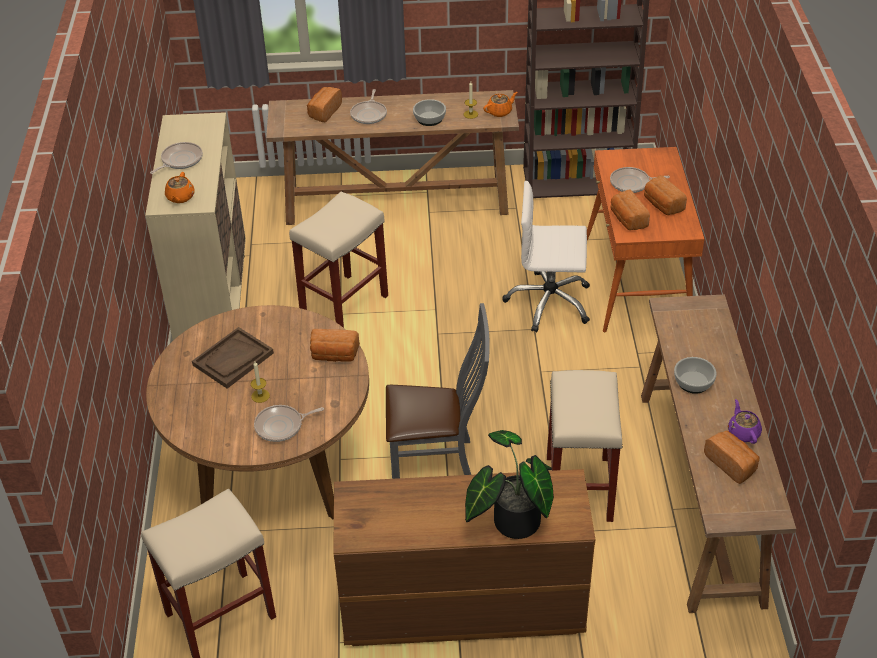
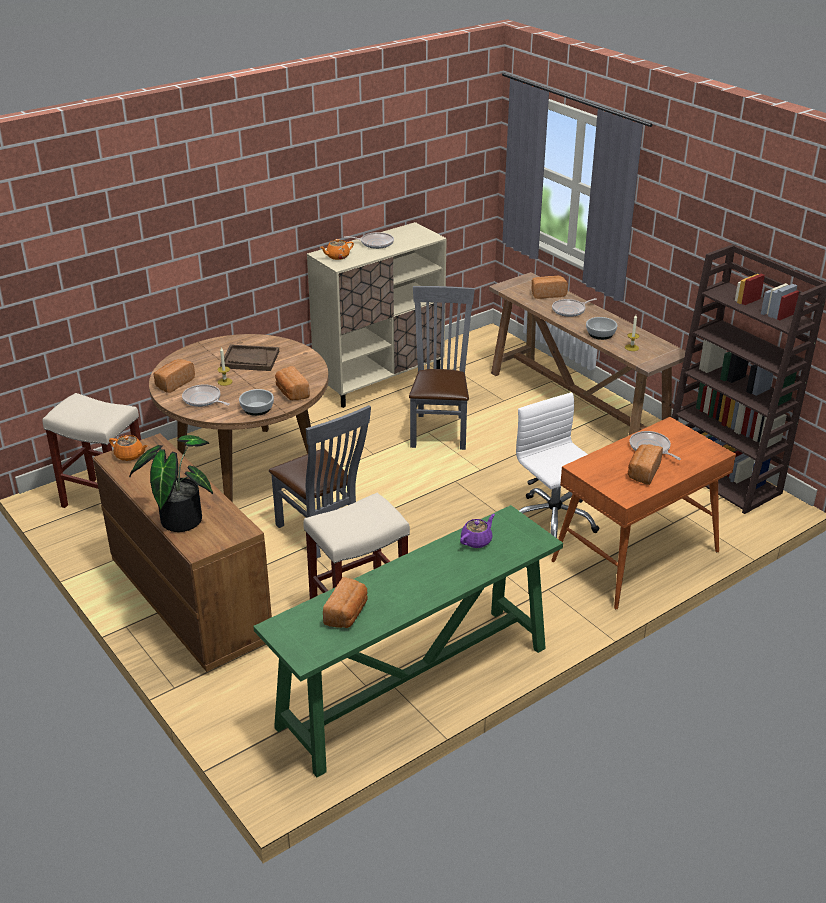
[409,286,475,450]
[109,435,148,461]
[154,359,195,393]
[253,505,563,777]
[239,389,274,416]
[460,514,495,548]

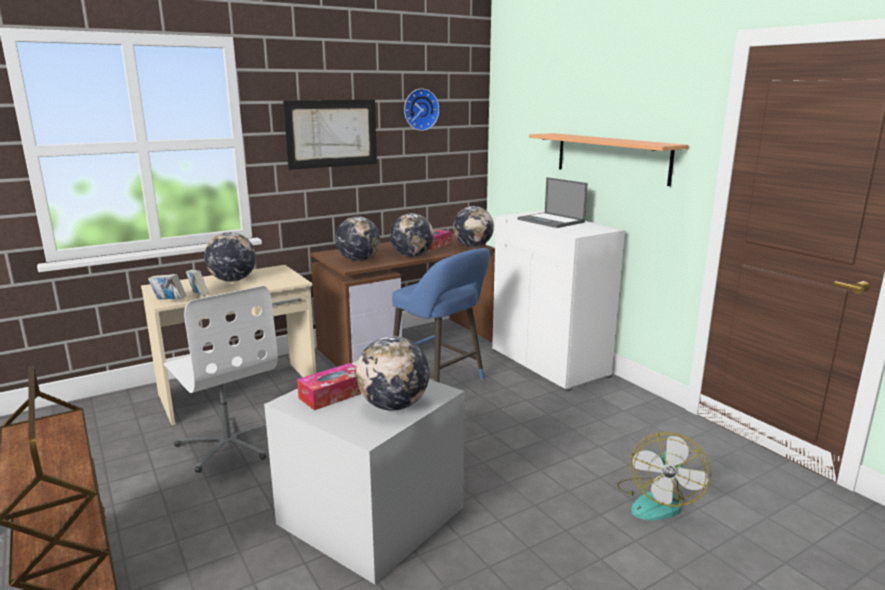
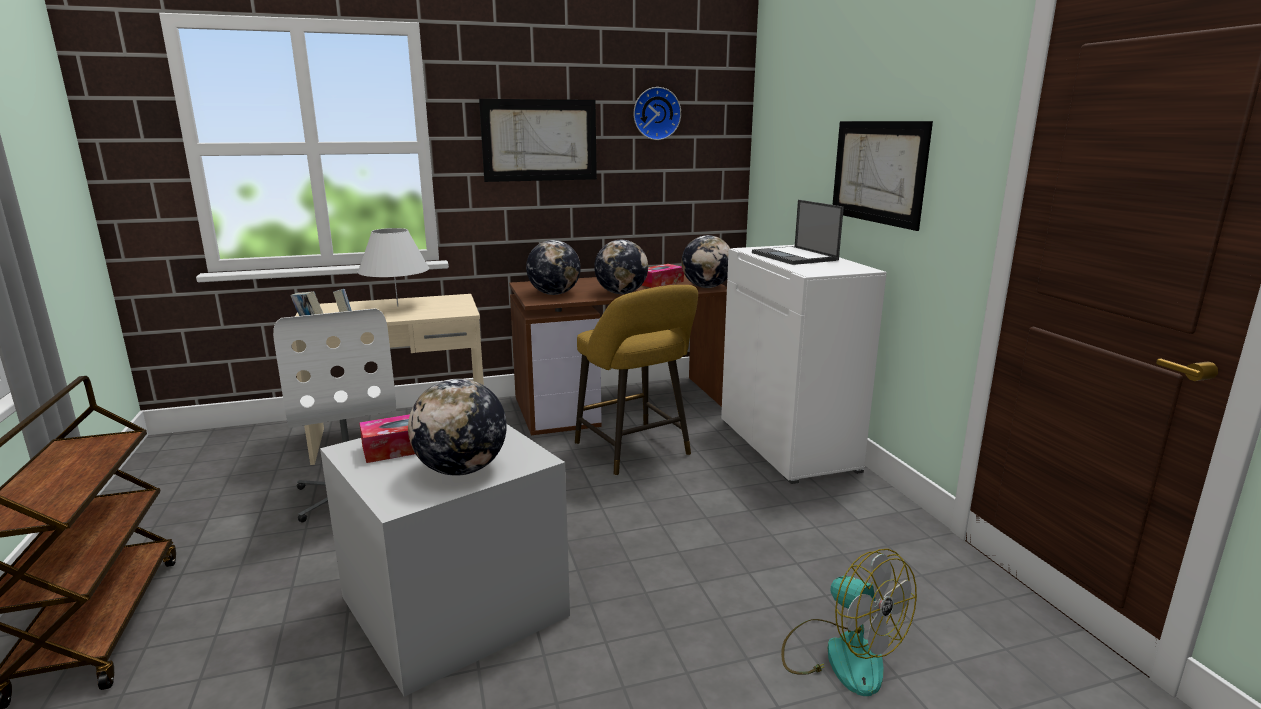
[358,228,429,307]
[575,285,698,476]
[833,121,933,231]
[781,549,917,696]

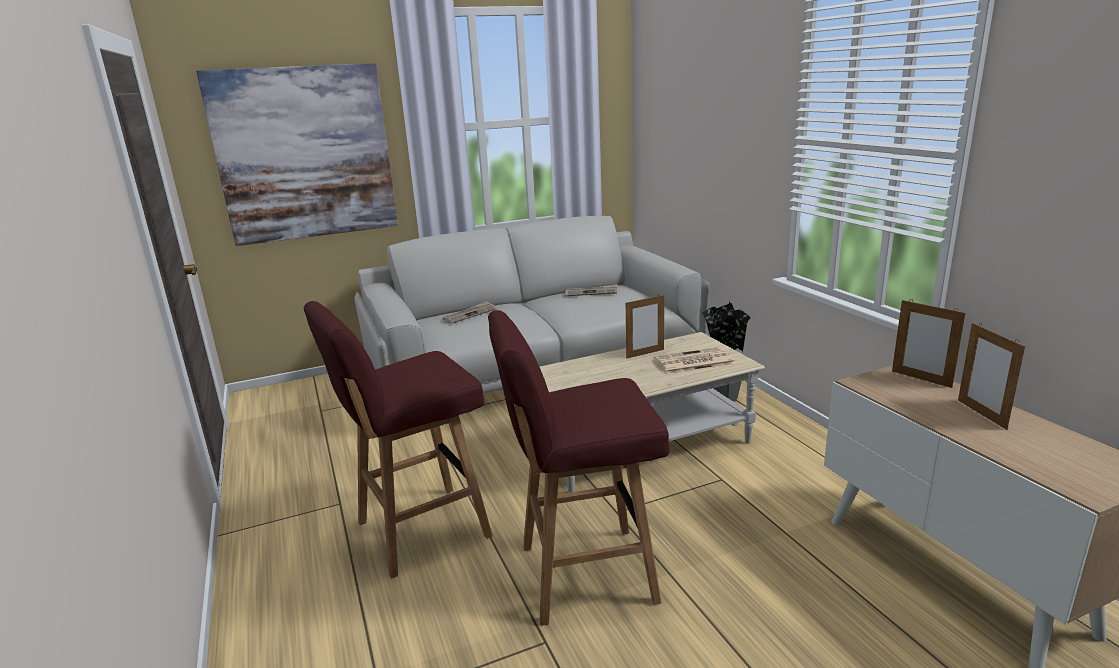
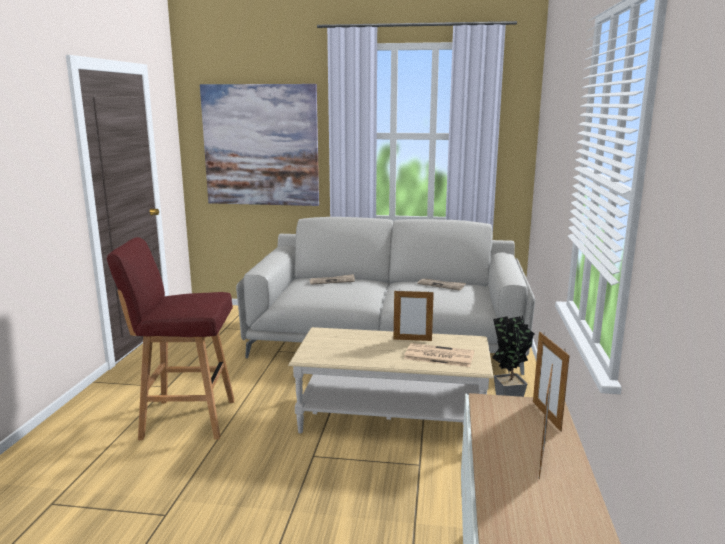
[488,310,670,626] (first image)

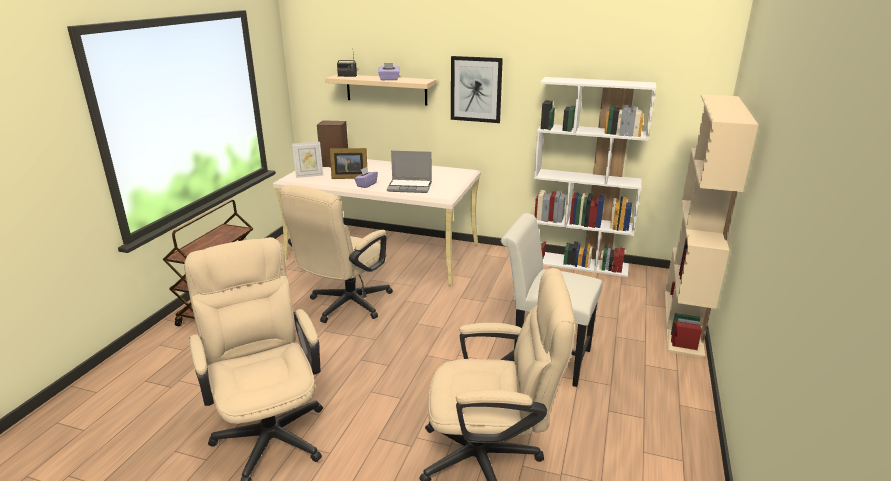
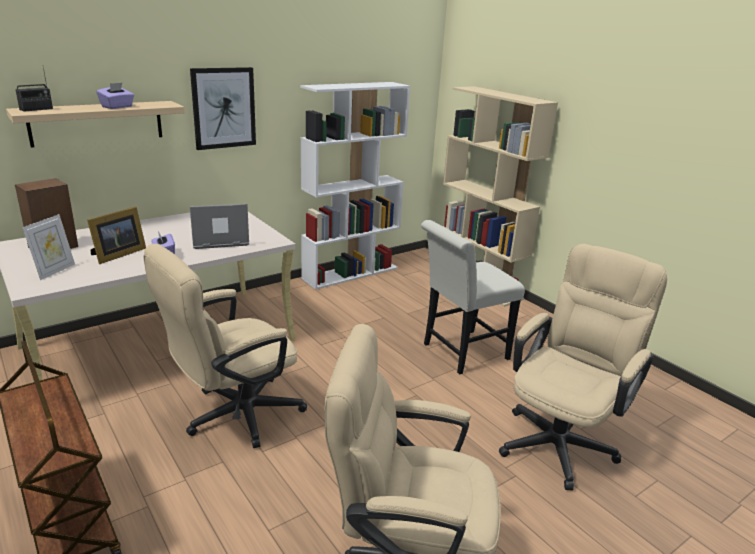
[144,244,307,448]
[190,204,249,249]

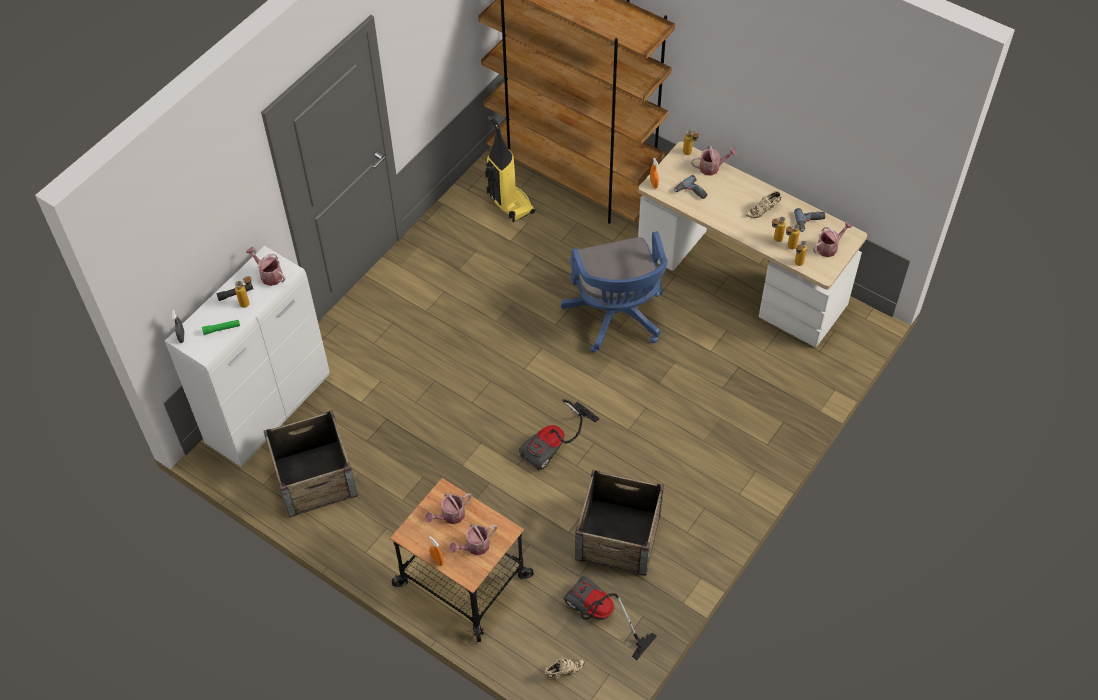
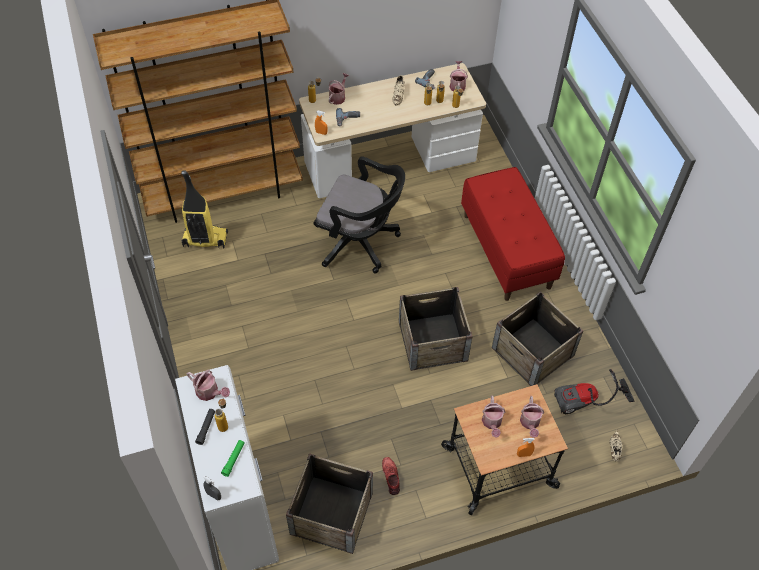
[187,370,230,401]
[399,287,473,371]
[314,156,405,273]
[382,457,400,495]
[461,167,565,301]

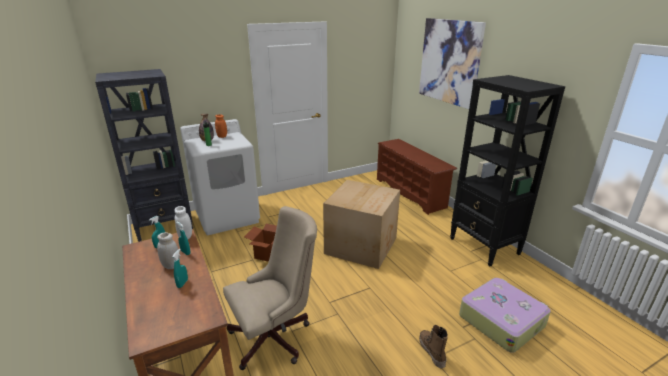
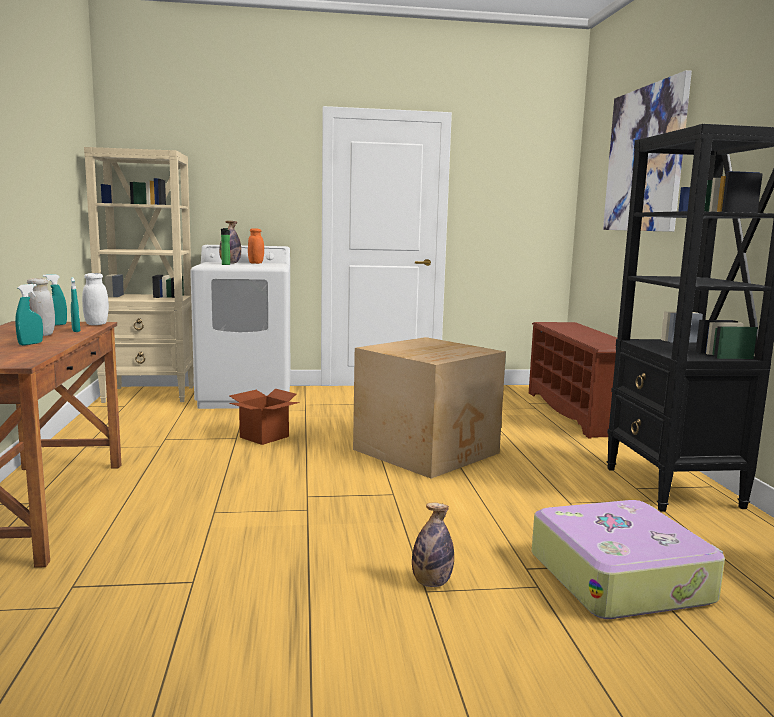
[84,147,194,403]
[223,206,317,370] (first image)
[412,502,454,587]

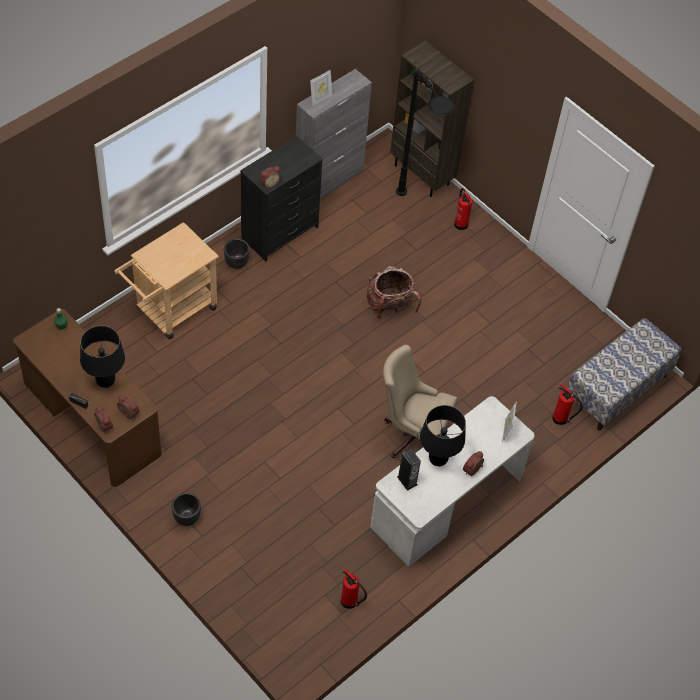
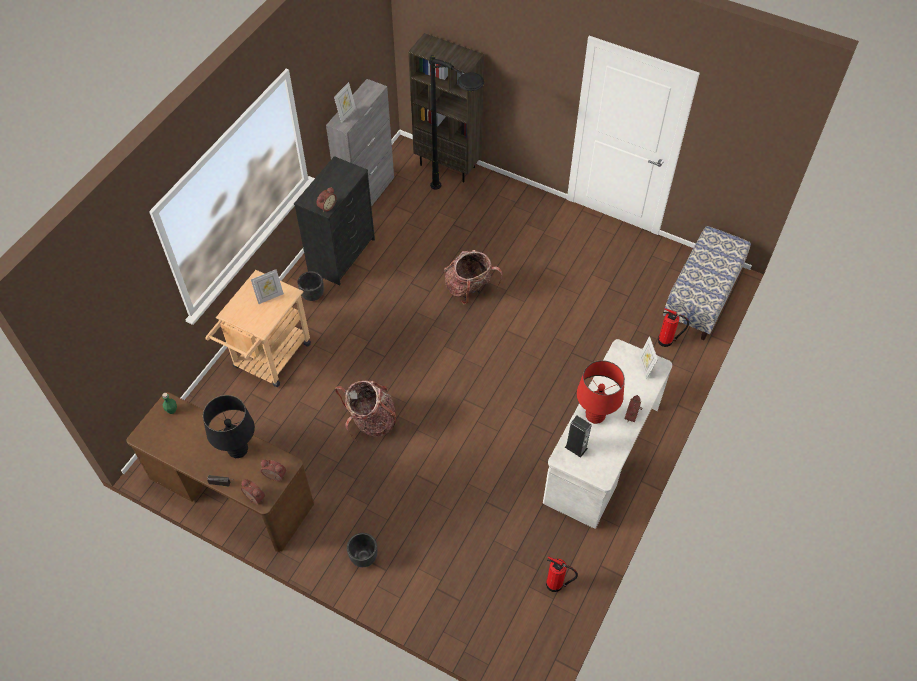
[383,345,457,458] (first image)
[577,360,625,424]
[454,188,472,230] (first image)
[251,269,284,304]
[335,380,396,442]

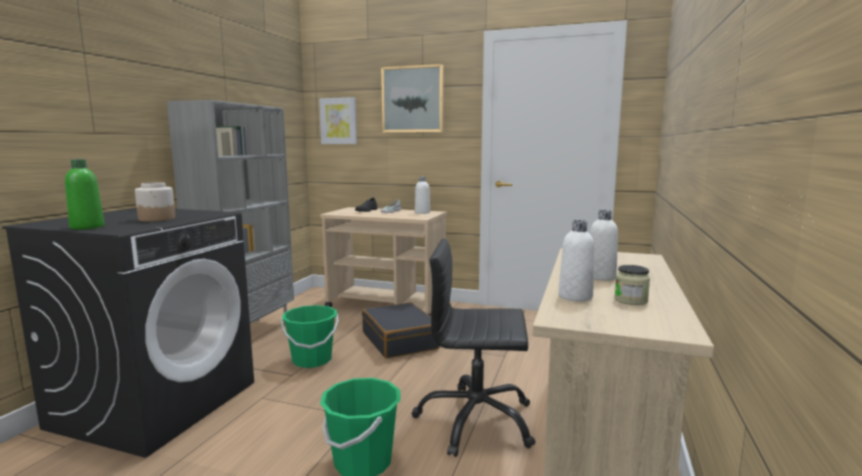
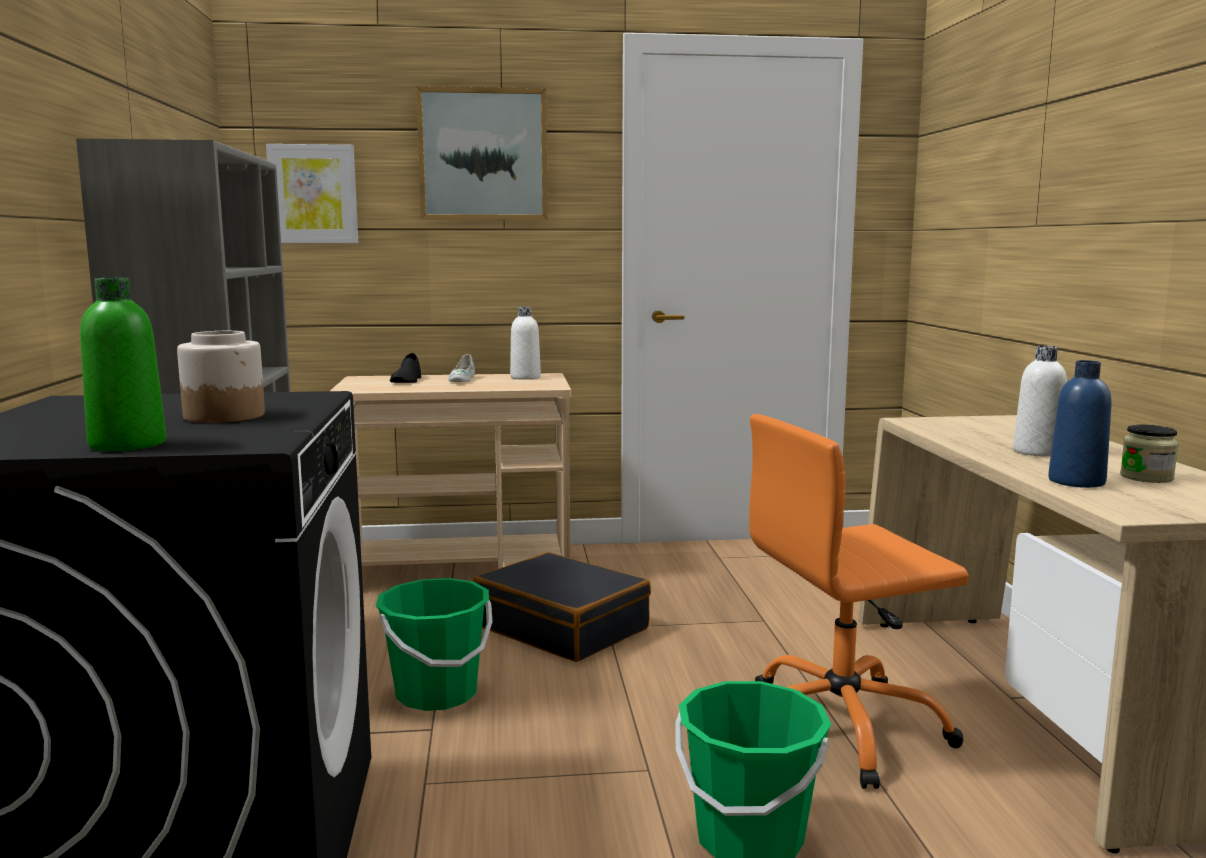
[749,414,969,789]
[1048,360,1111,488]

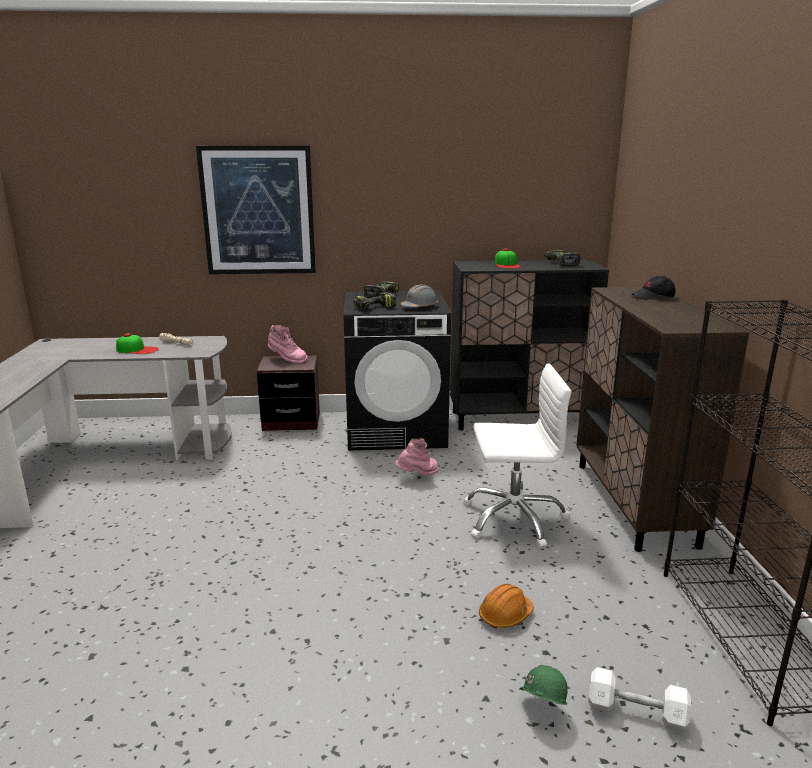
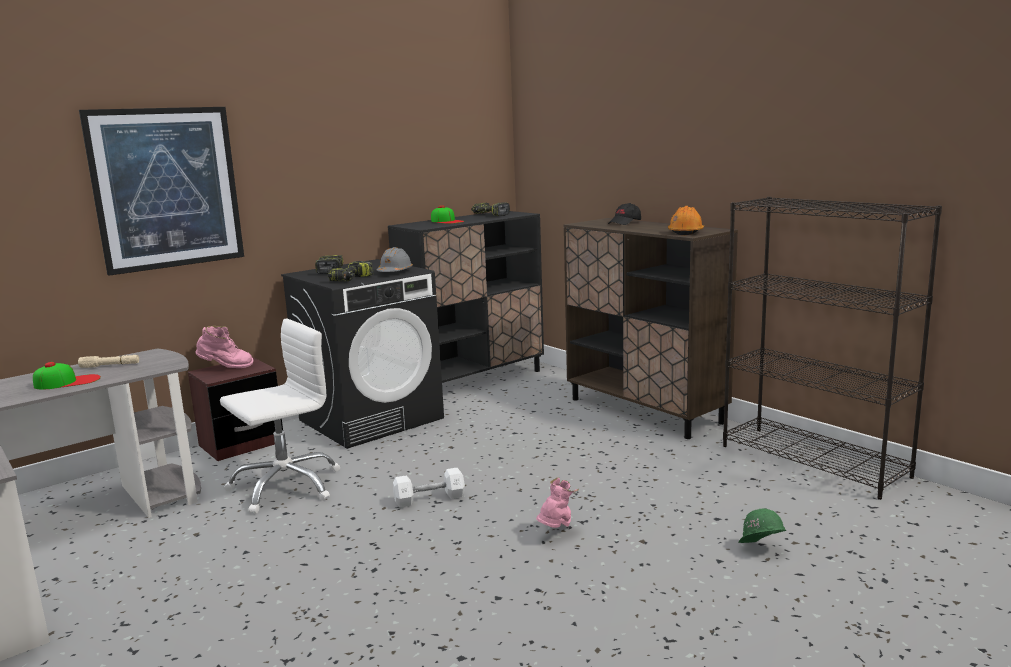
[536,477,579,528]
[220,318,340,514]
[668,206,704,235]
[393,468,465,507]

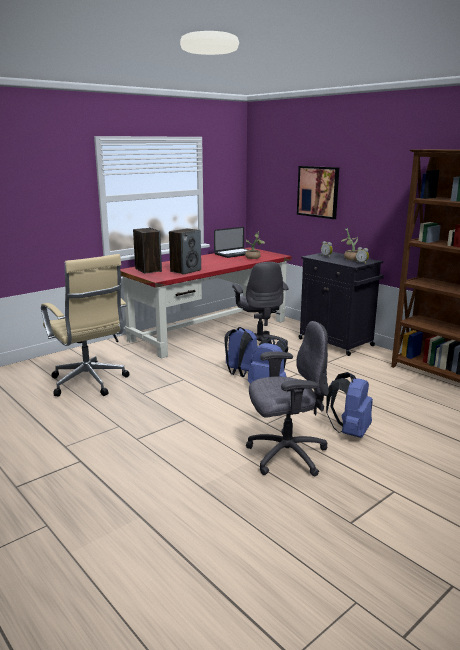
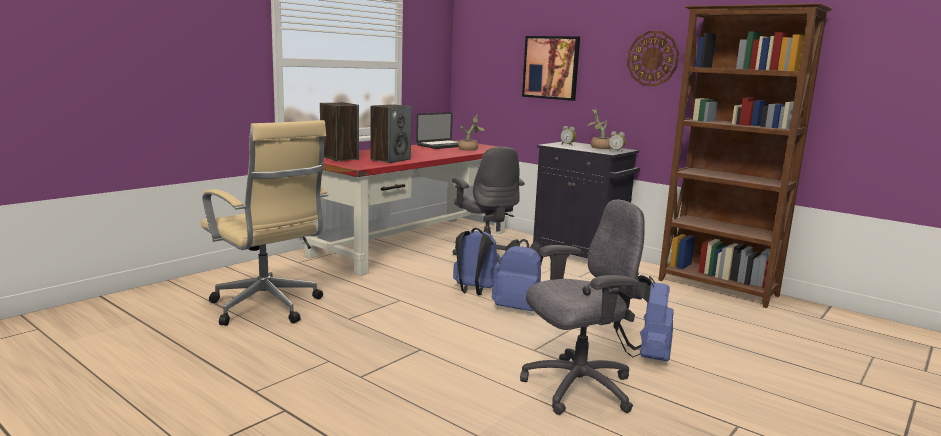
[627,31,679,86]

